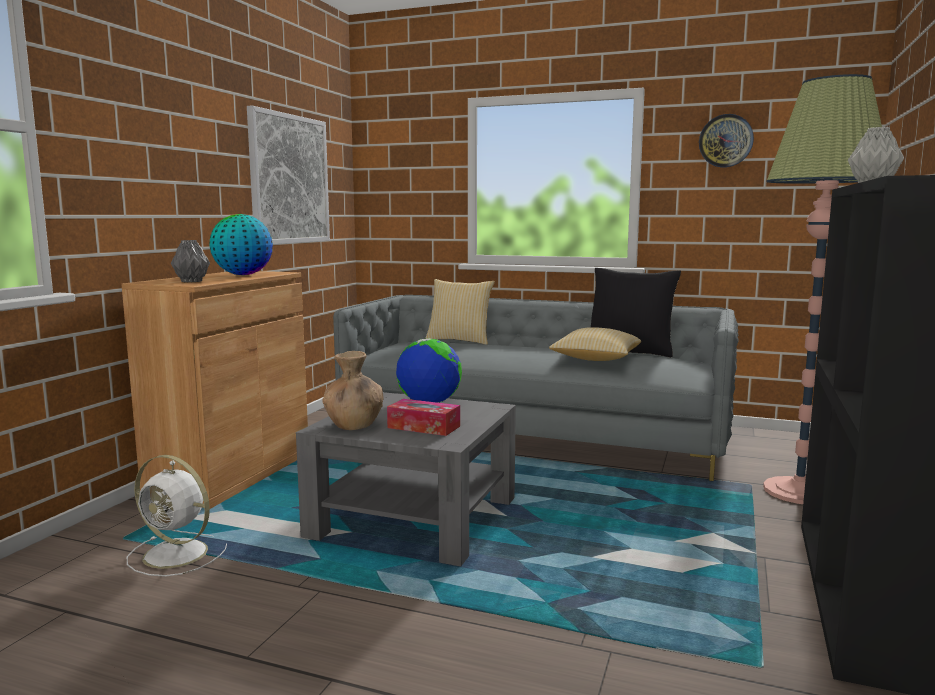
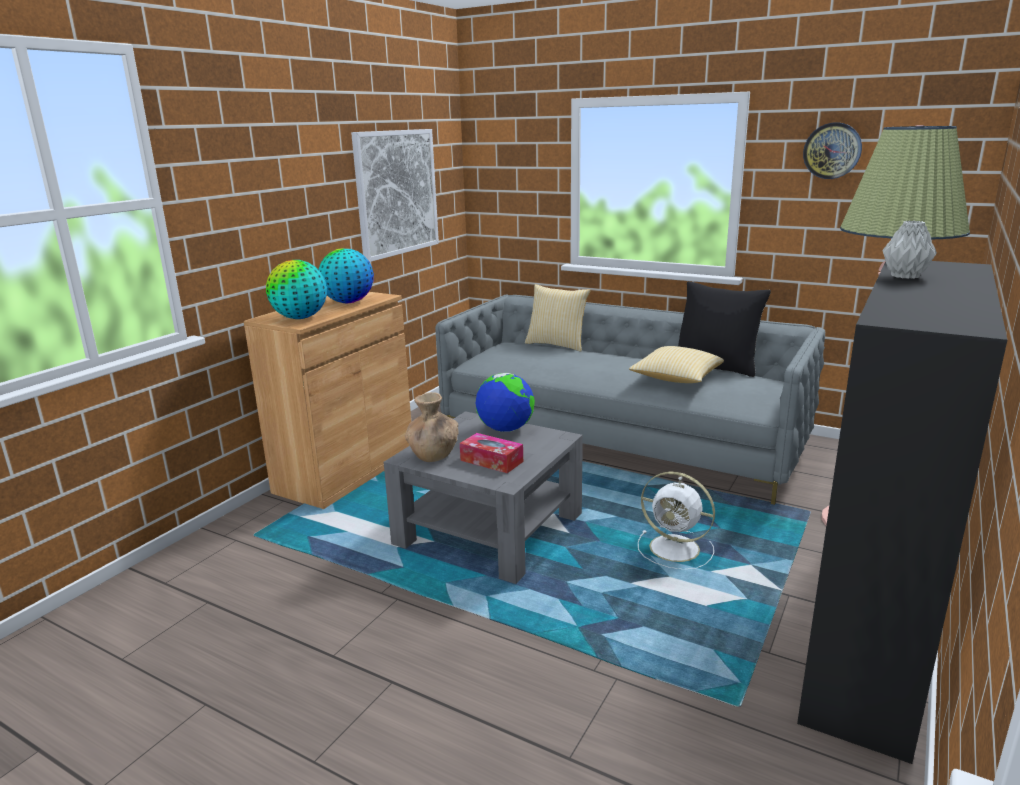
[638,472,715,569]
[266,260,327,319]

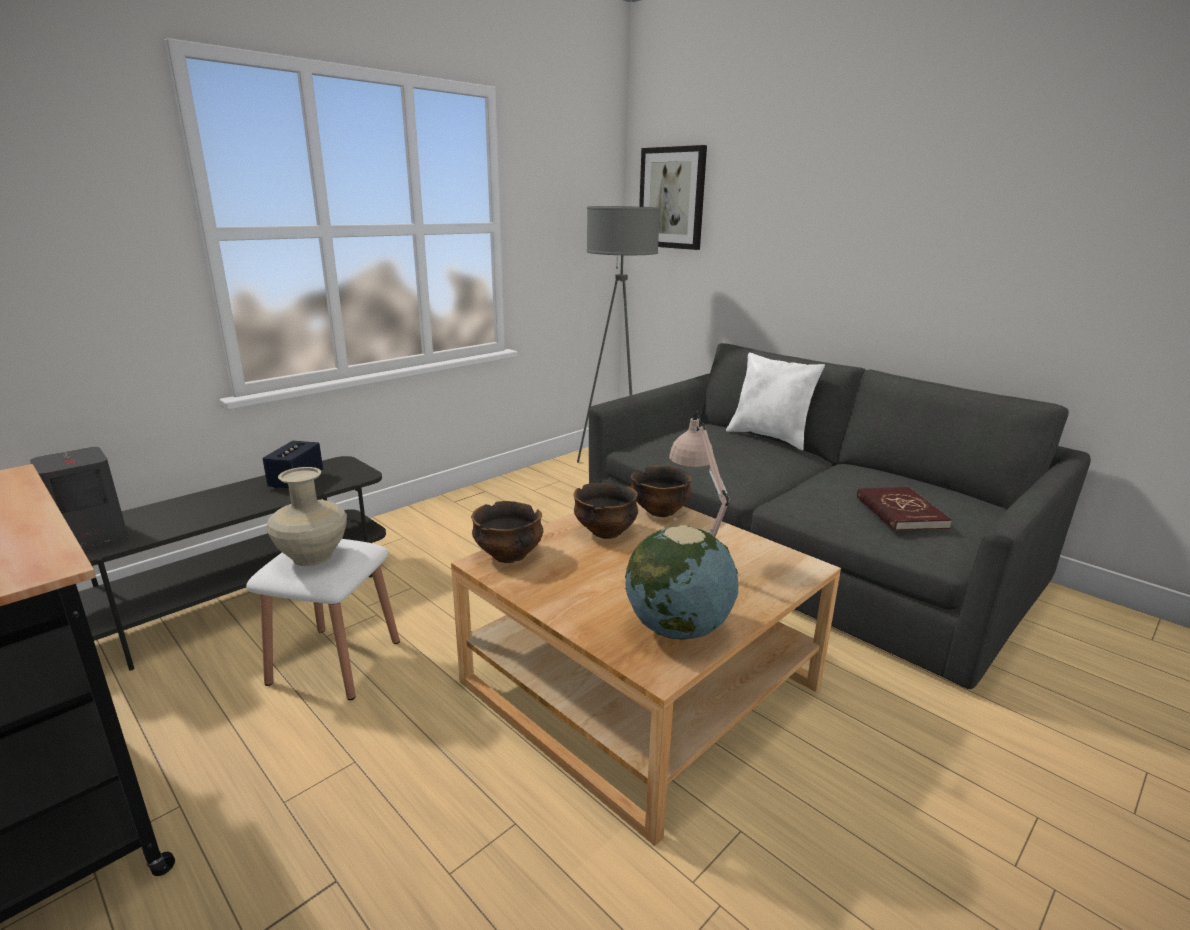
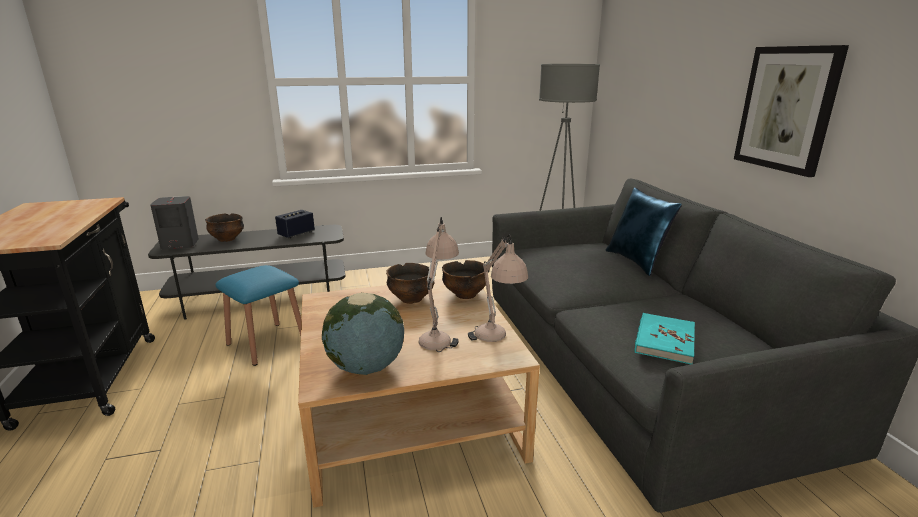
[215,265,301,366]
[266,467,347,566] (first image)
[205,213,244,242]
[734,45,849,177]
[606,187,682,276]
[635,313,695,364]
[468,234,528,342]

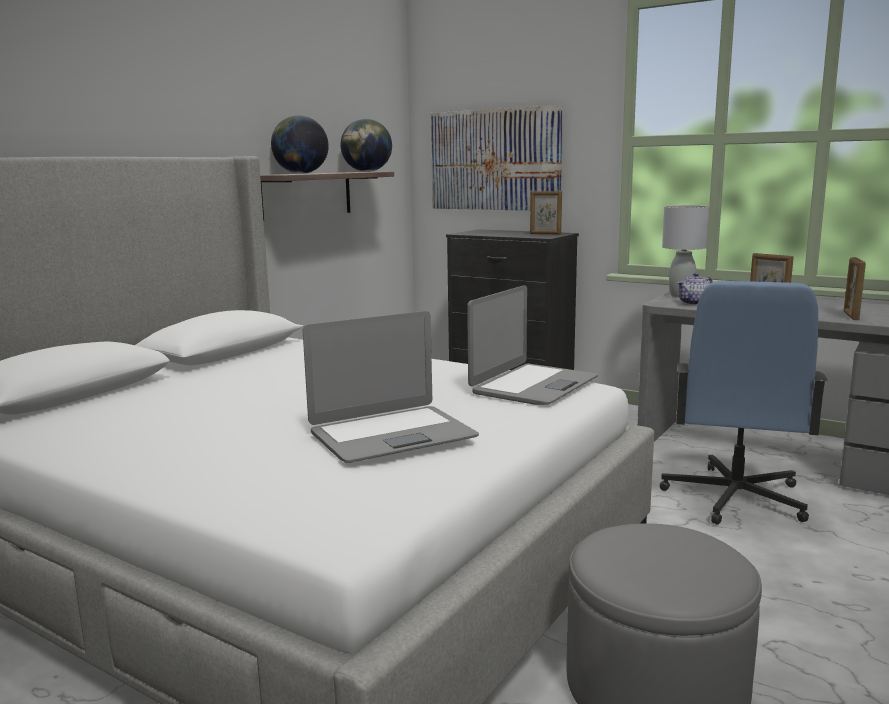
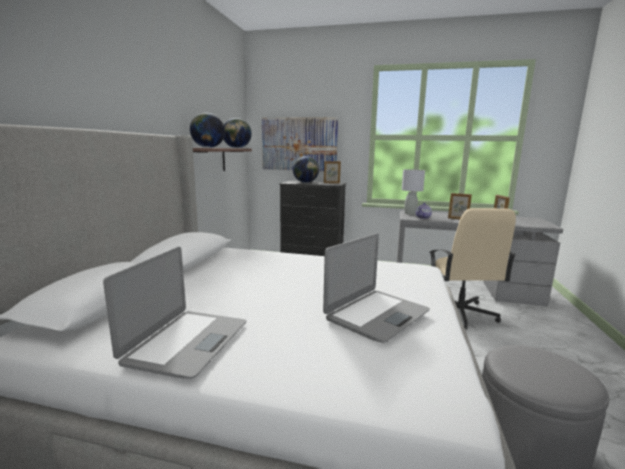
[103,247,246,379]
[430,208,516,330]
[293,156,319,183]

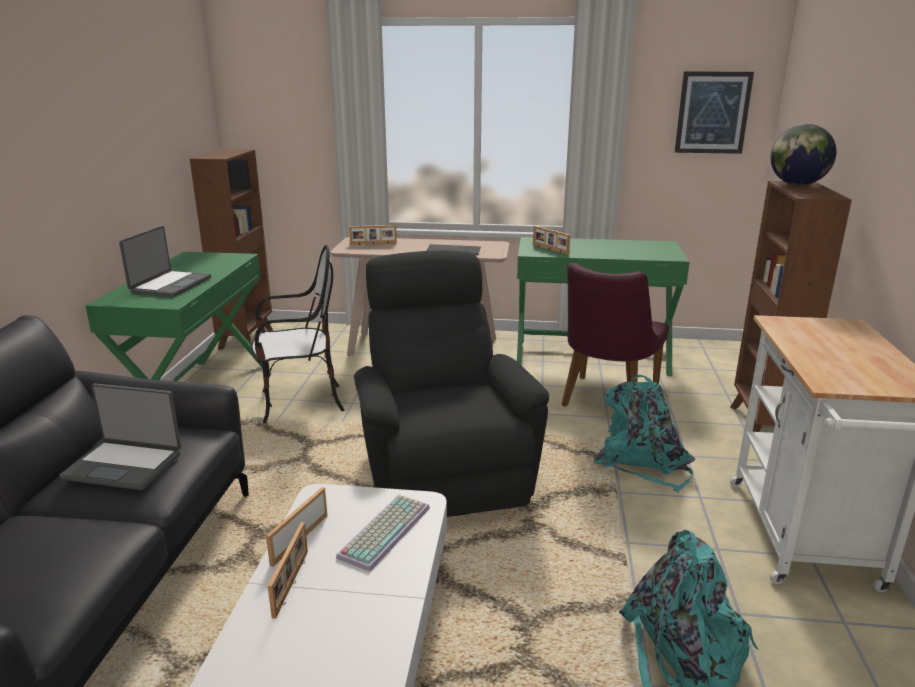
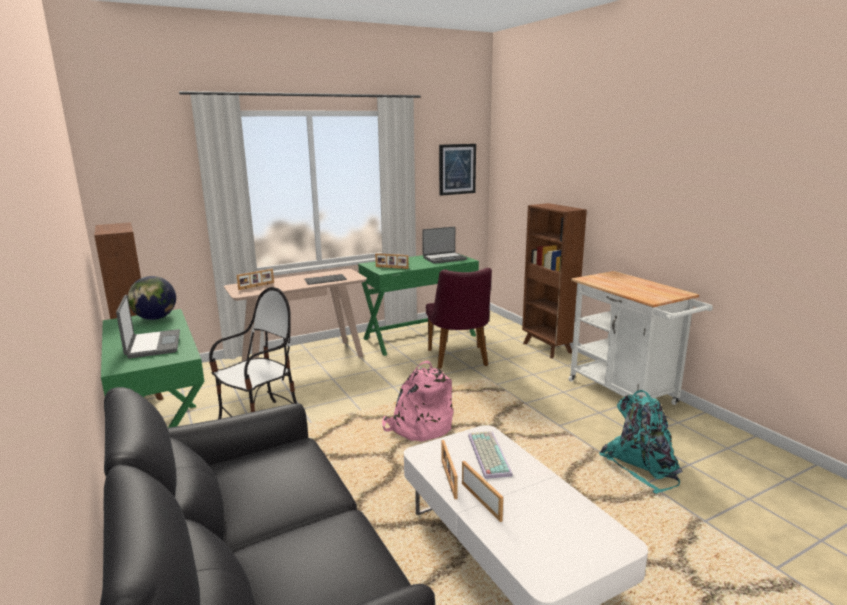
[422,227,467,264]
[382,361,453,441]
[593,375,695,492] (first image)
[128,276,176,320]

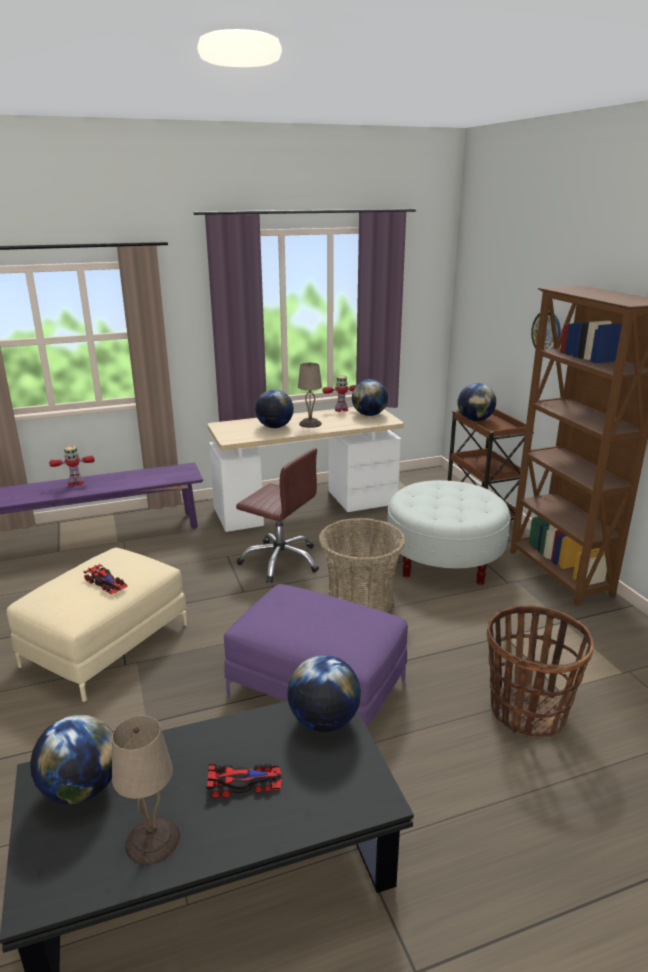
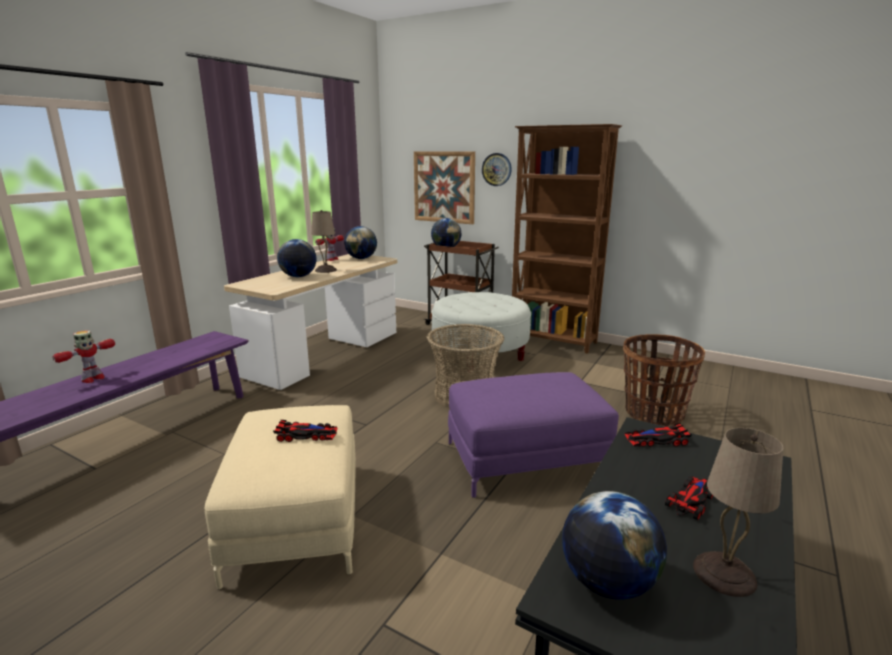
[236,448,319,583] (first image)
[625,423,692,447]
[414,151,475,224]

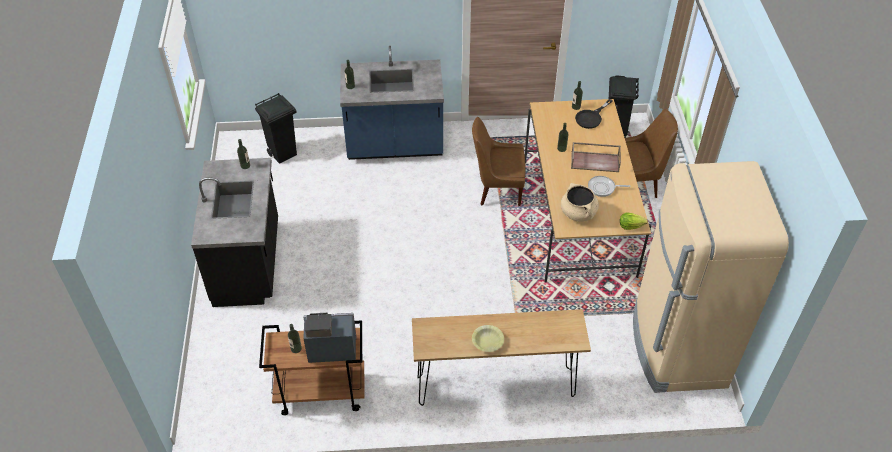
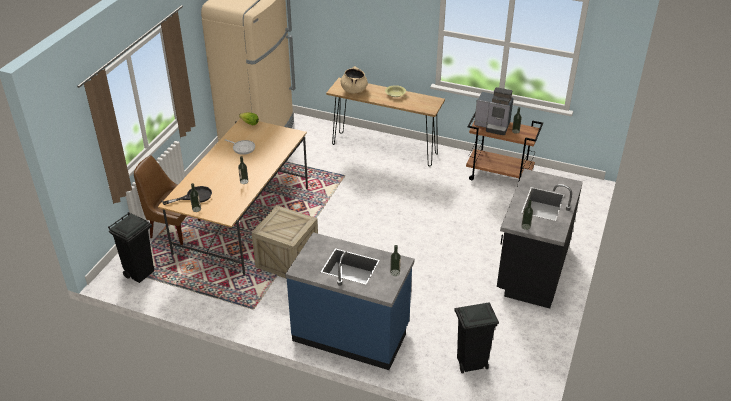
[252,205,318,279]
[341,66,368,93]
[571,142,621,172] (first image)

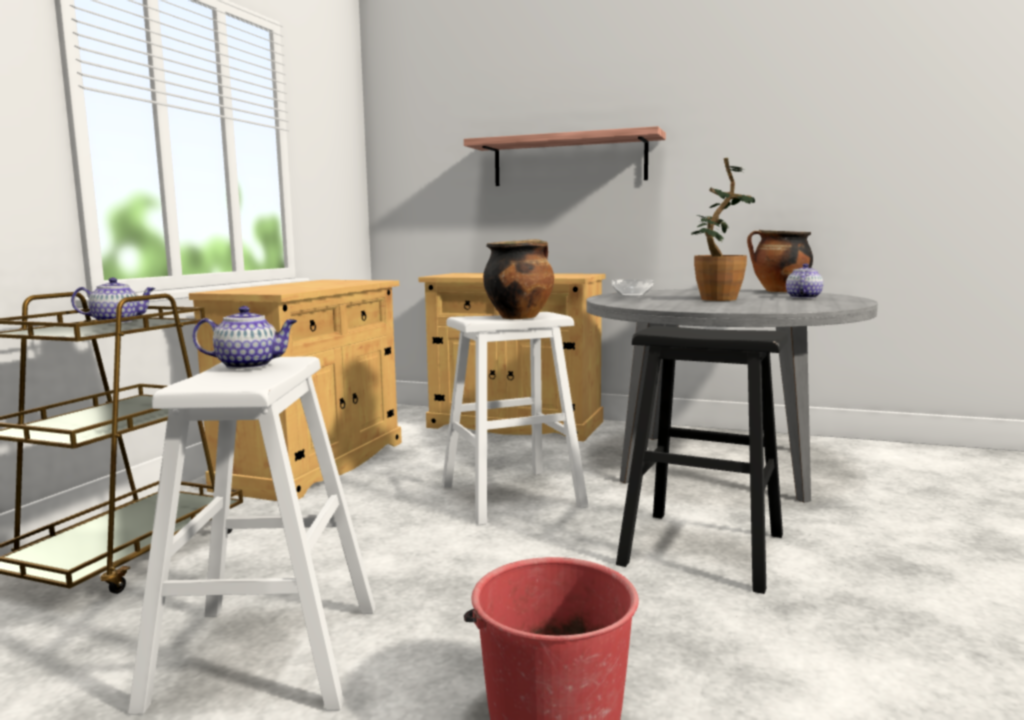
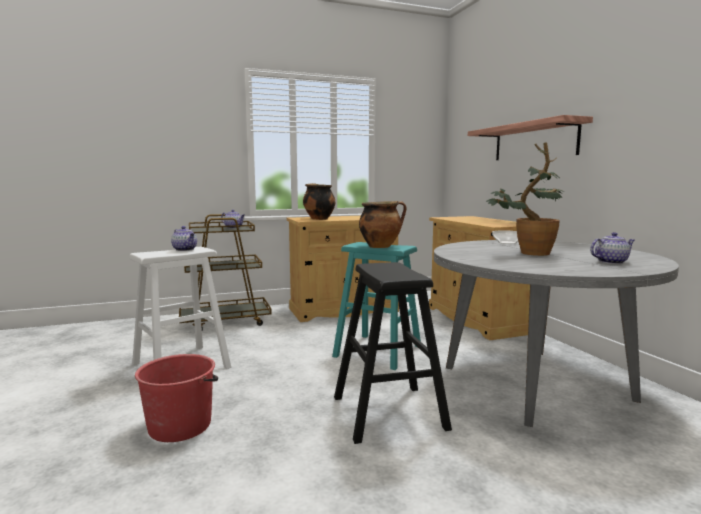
[332,242,421,370]
[303,183,335,220]

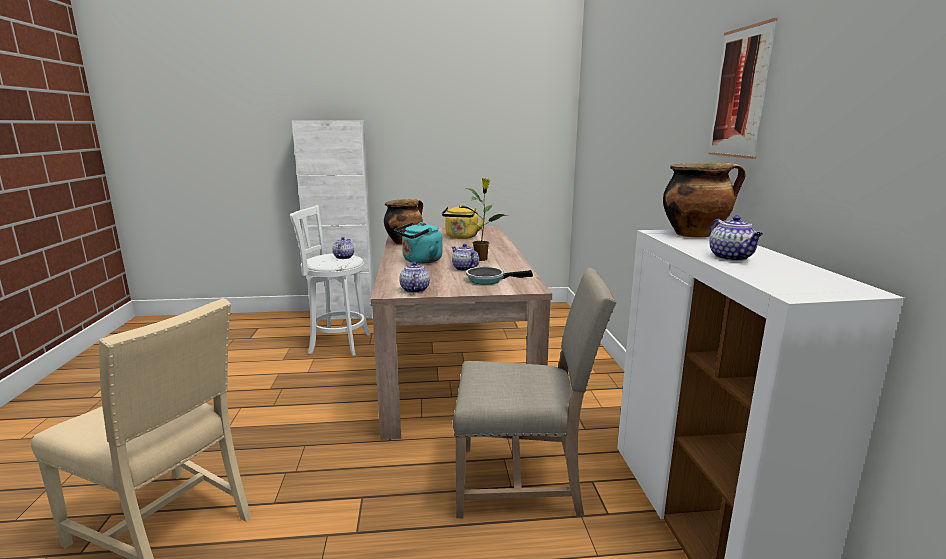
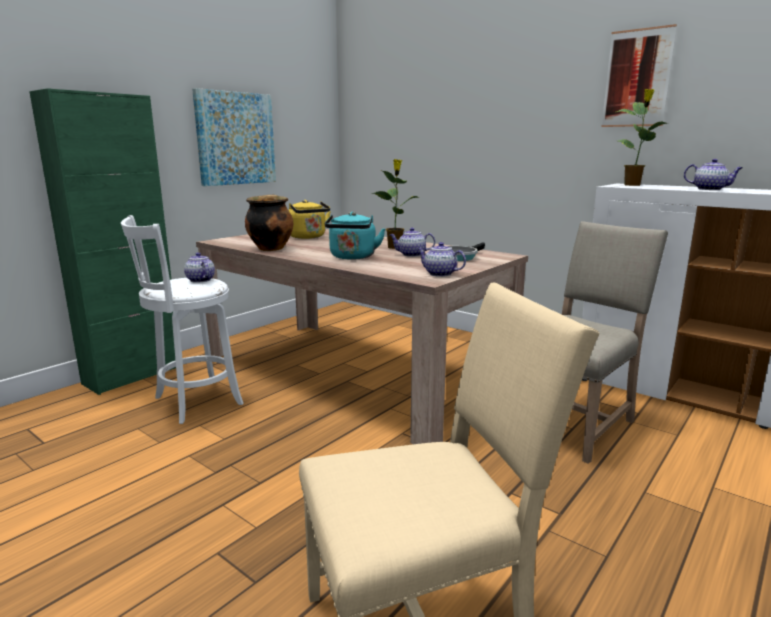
[29,88,176,395]
[617,89,667,186]
[192,88,276,186]

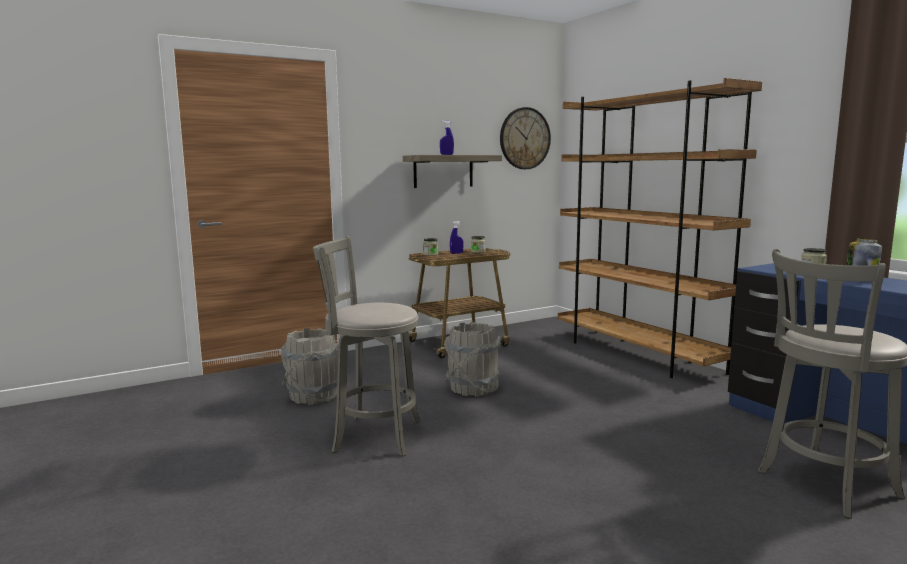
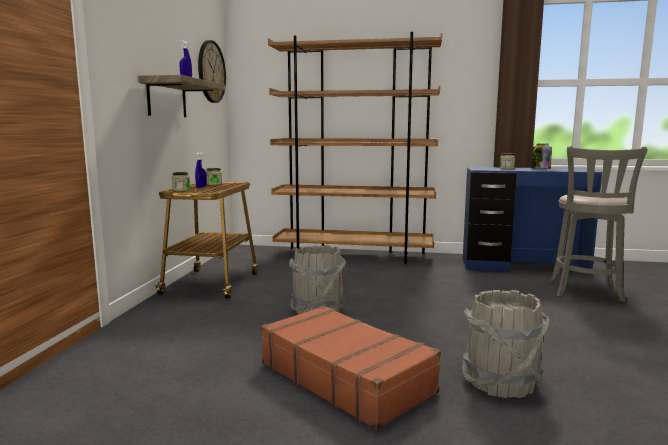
[462,290,549,398]
[261,306,441,430]

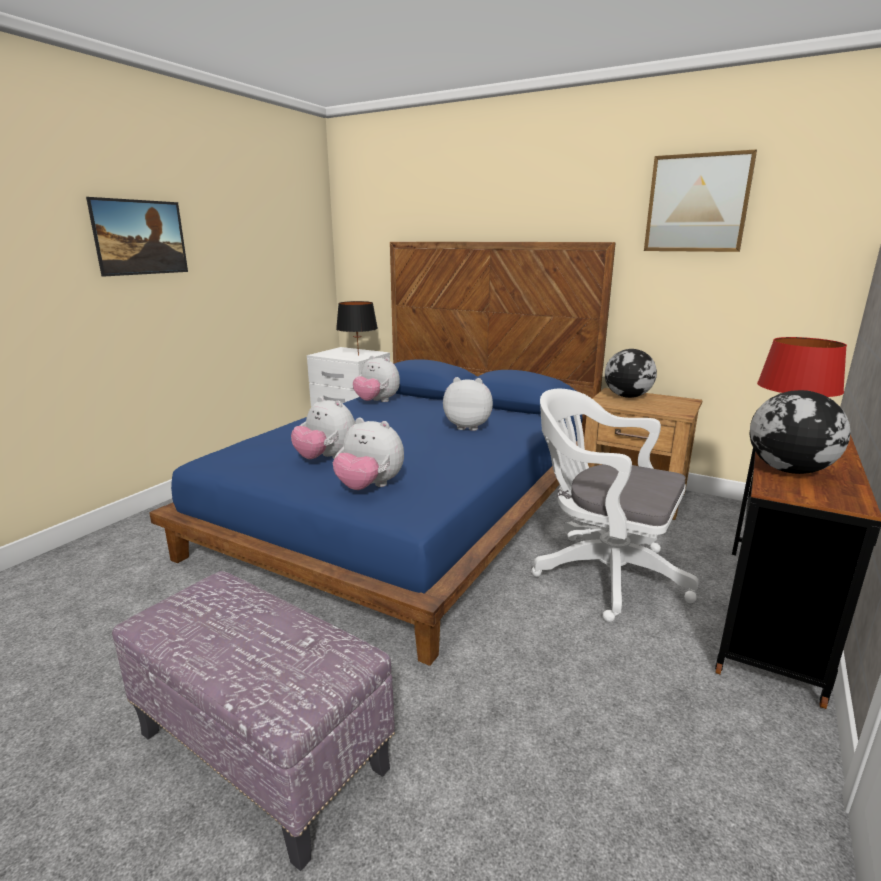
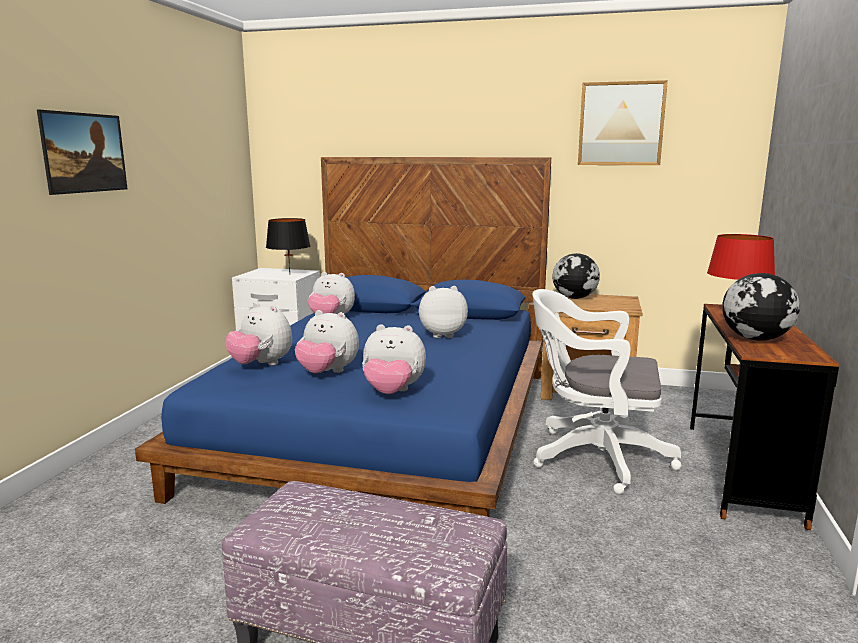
[225,302,292,365]

